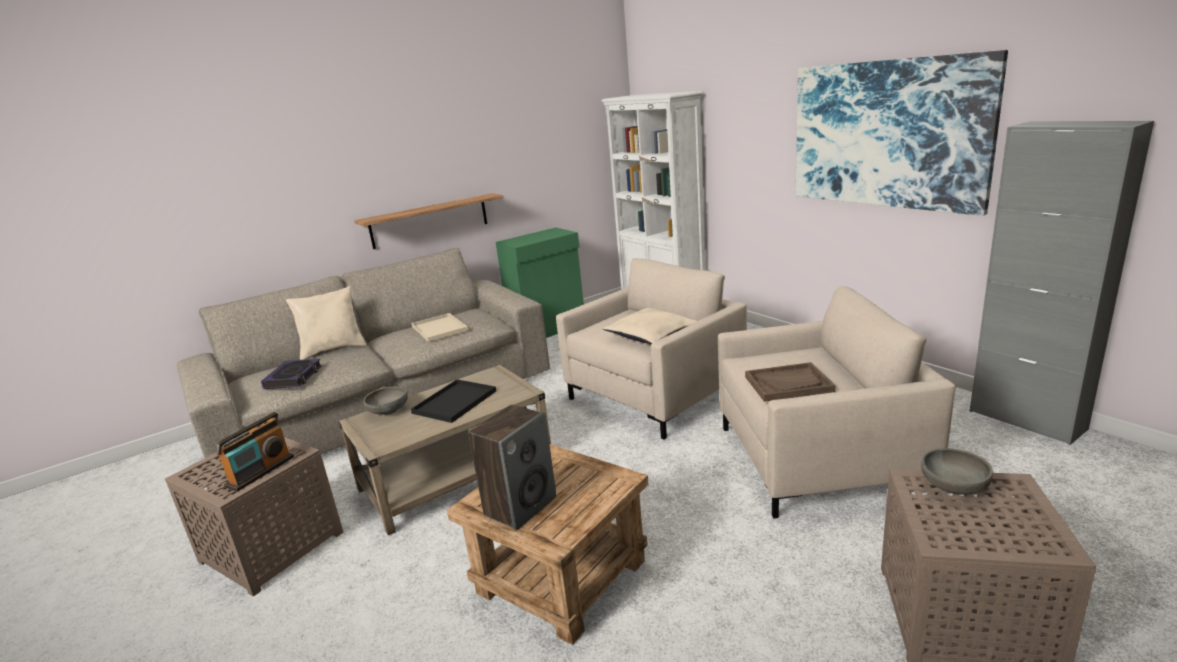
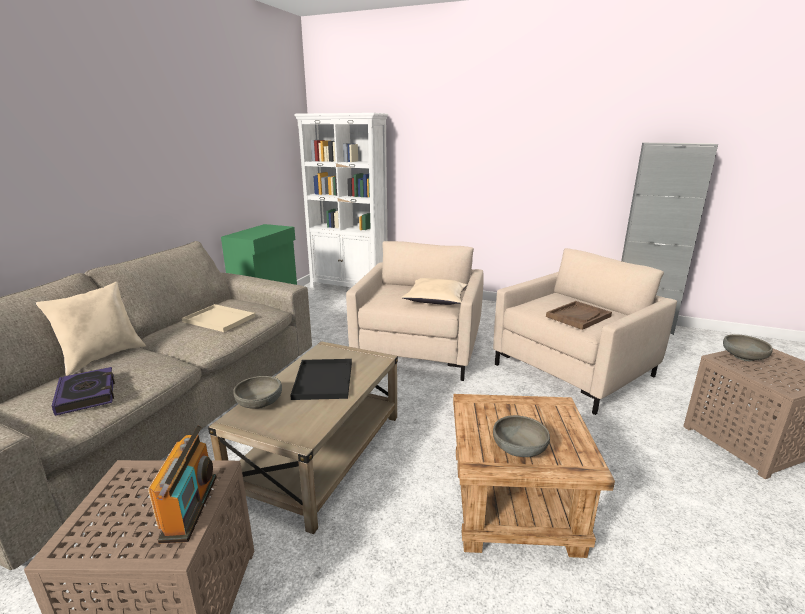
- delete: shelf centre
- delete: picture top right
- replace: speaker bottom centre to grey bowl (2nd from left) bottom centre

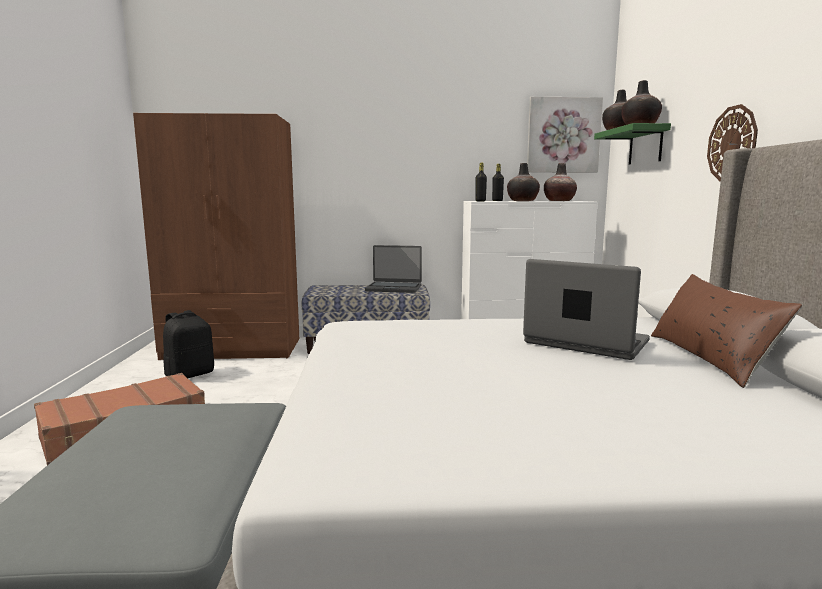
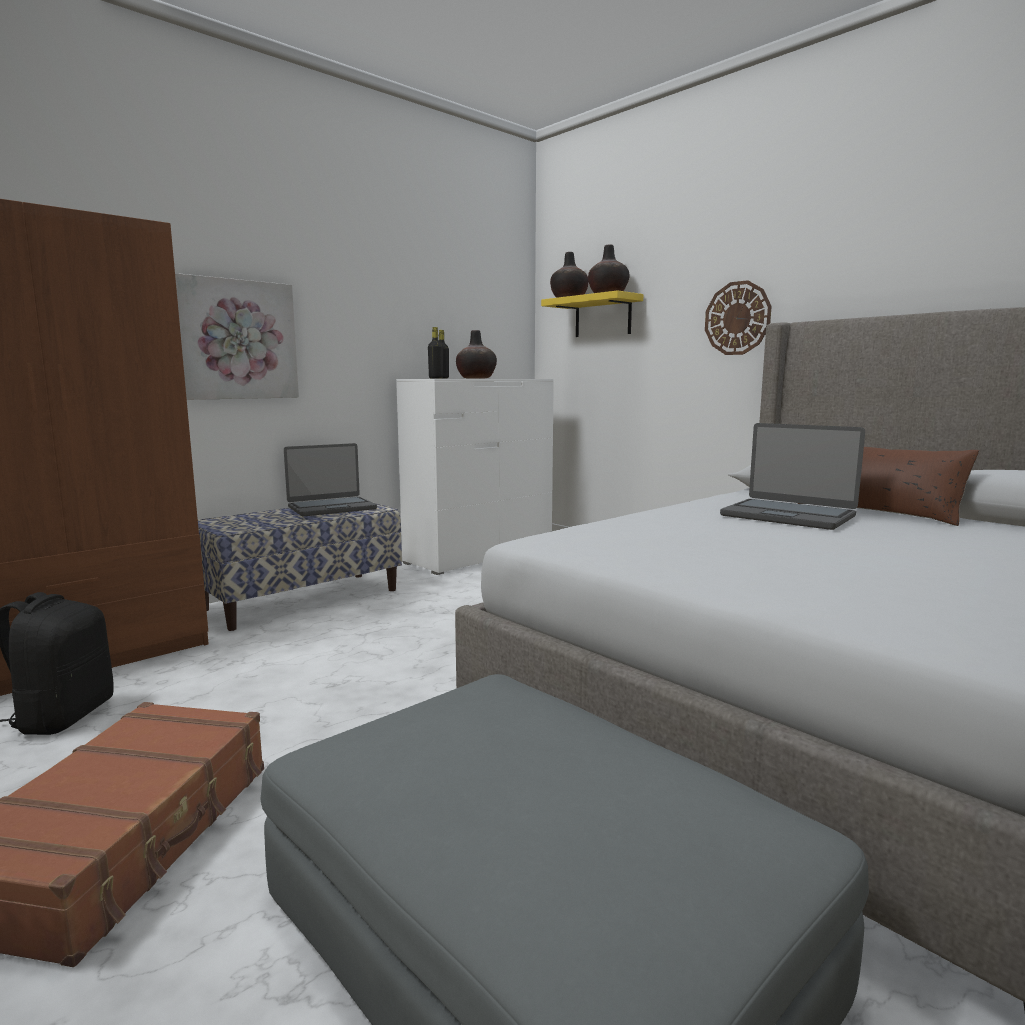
- delete: vase (2nd from left) top right
- move: picture top right to top left
- recolor: green shelf top right to yellow shelf top centre
- rotate: laptop (2nd from left) middle right = middle right 135 degrees counterclockwise

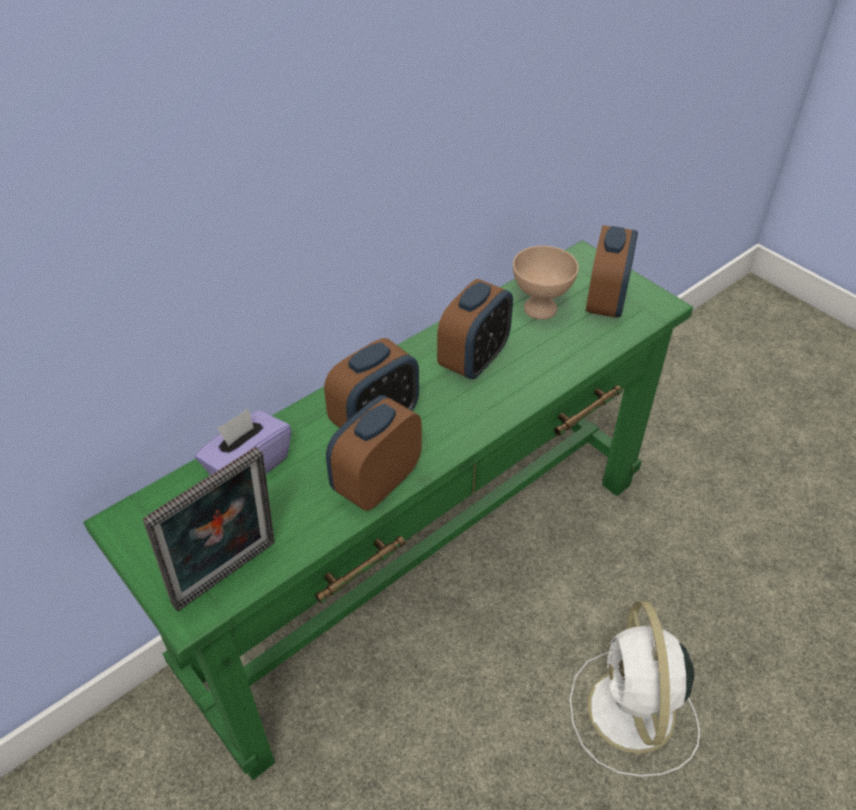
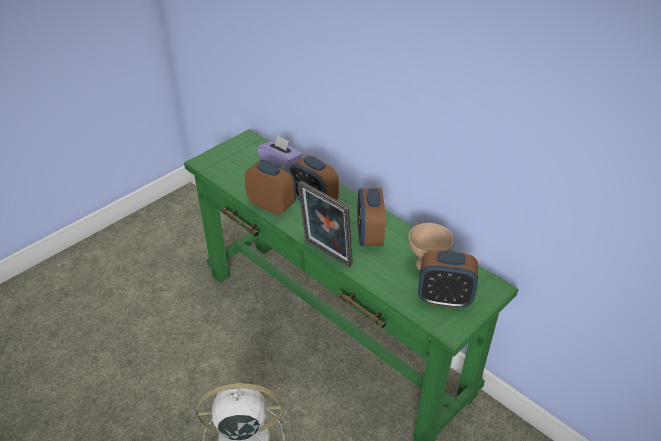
- move: picture frame middle left to centre
- rotate: alarm clock (3rd from left) centre = centre 60 degrees clockwise

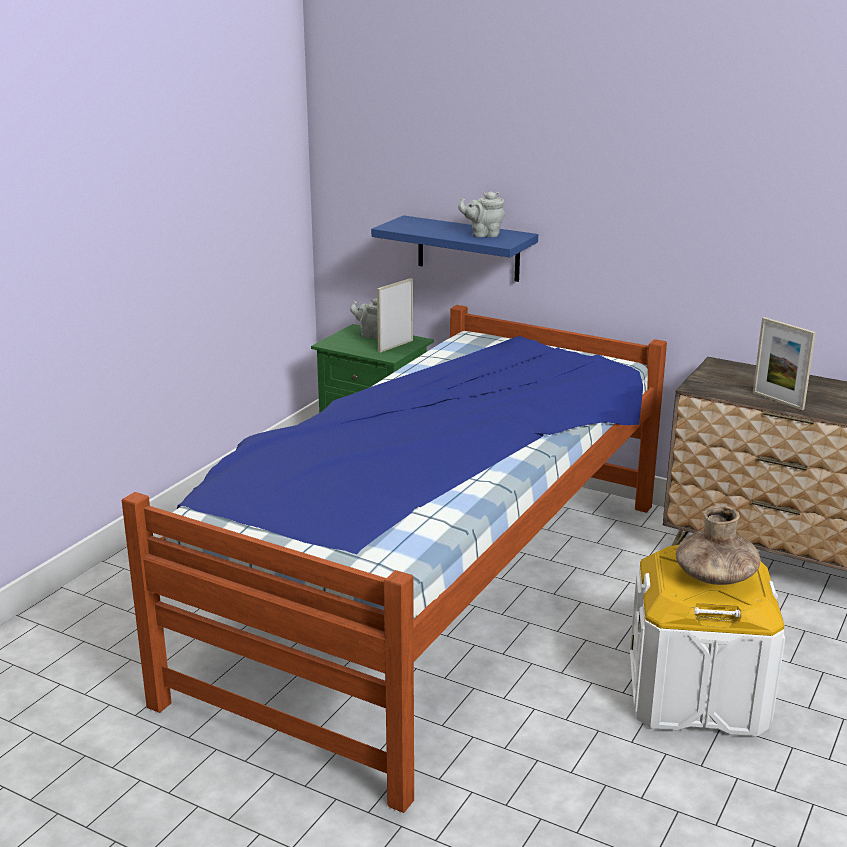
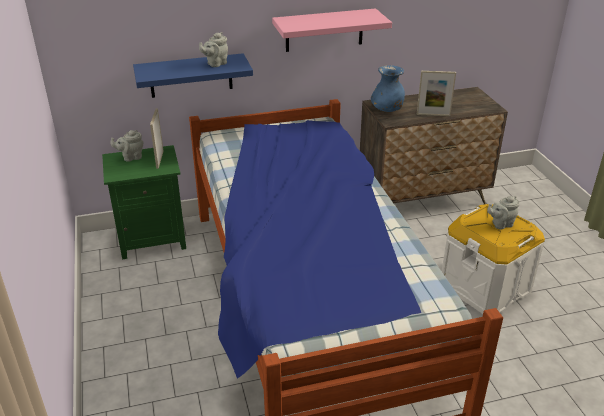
- insert: pink shelf top centre
- insert: blue vase top centre
- replace: brown vase middle right to grey teapot (3rd from left) middle right

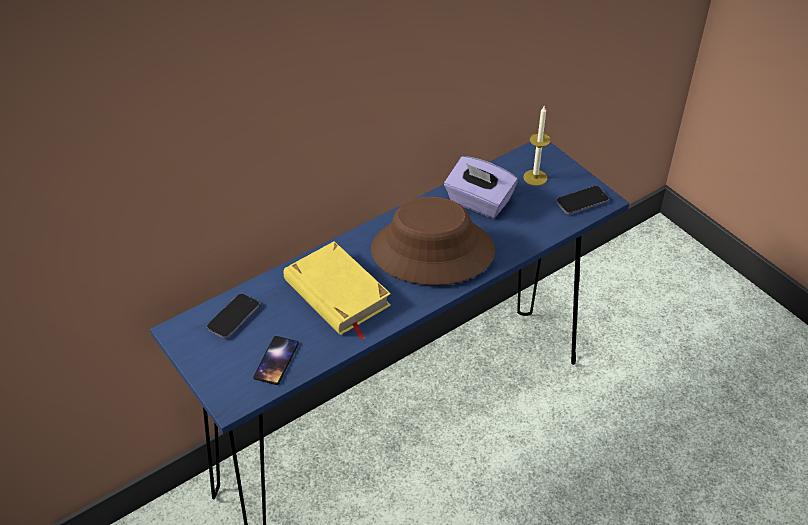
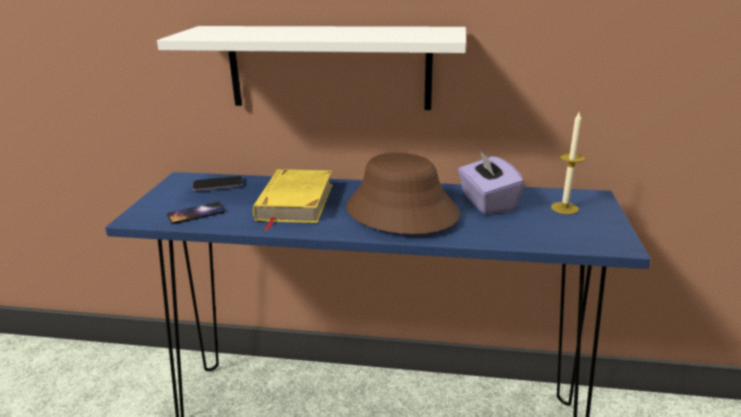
- delete: phone (3rd from left) middle right
- insert: white shelf top centre

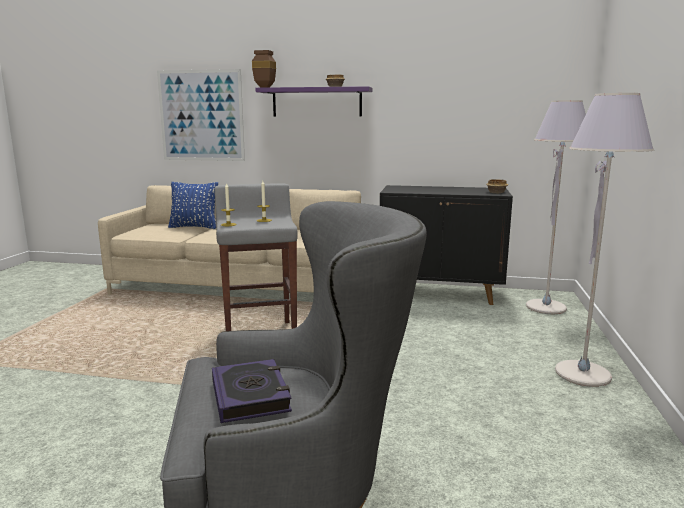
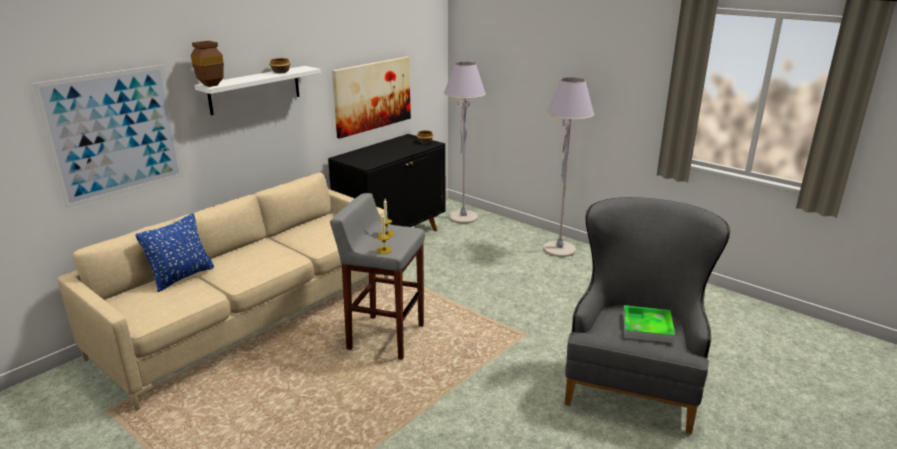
- insert: picture (2nd from left) top centre
- replace: book bottom centre to tray bottom right
- recolor: purple shelf top centre to white shelf top left

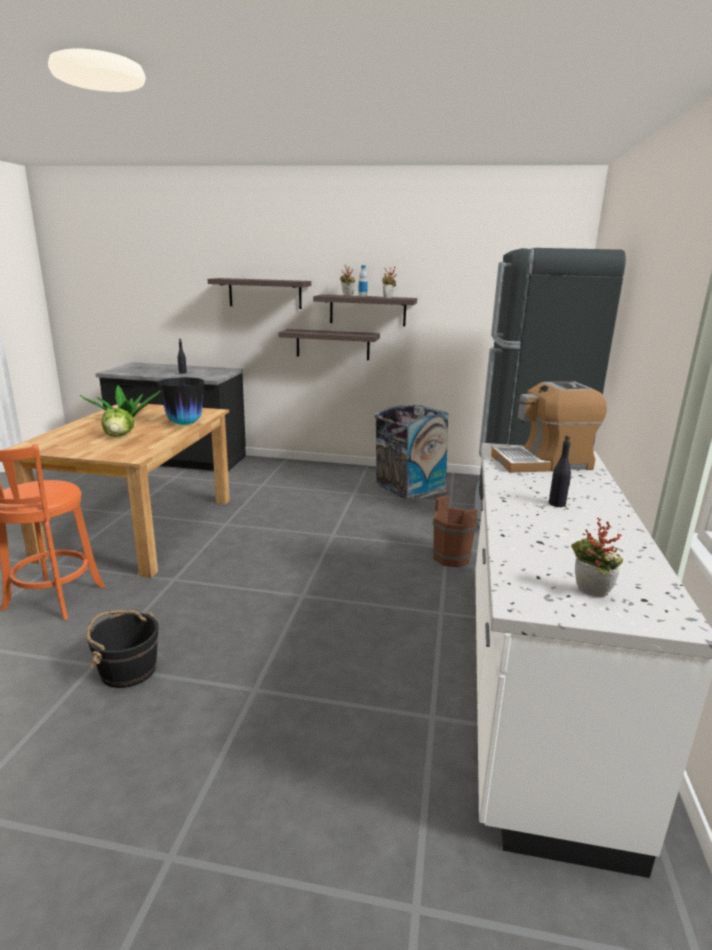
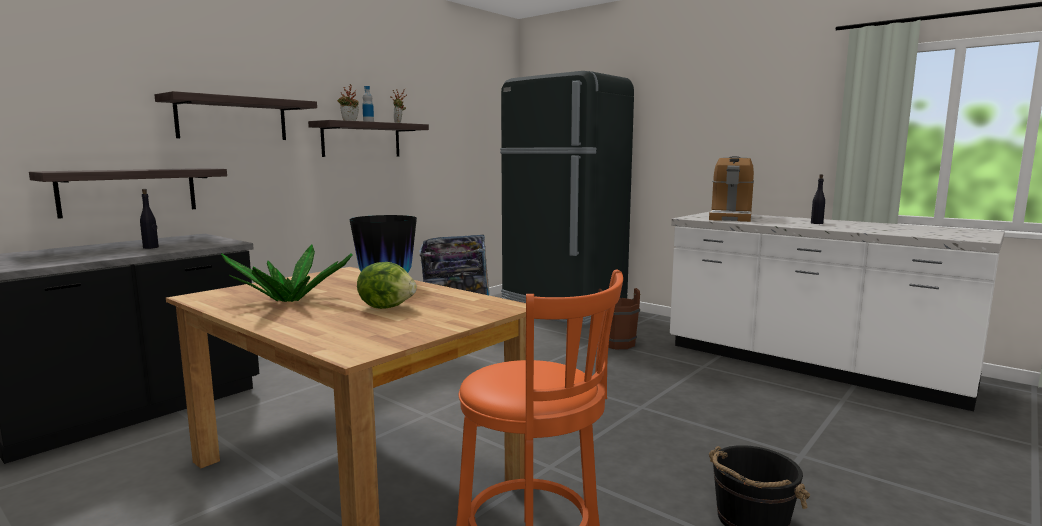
- delete: potted plant (4th from left) middle right
- move: shelf (2nd from left in the first image) centre to shelf (1st from left) middle left

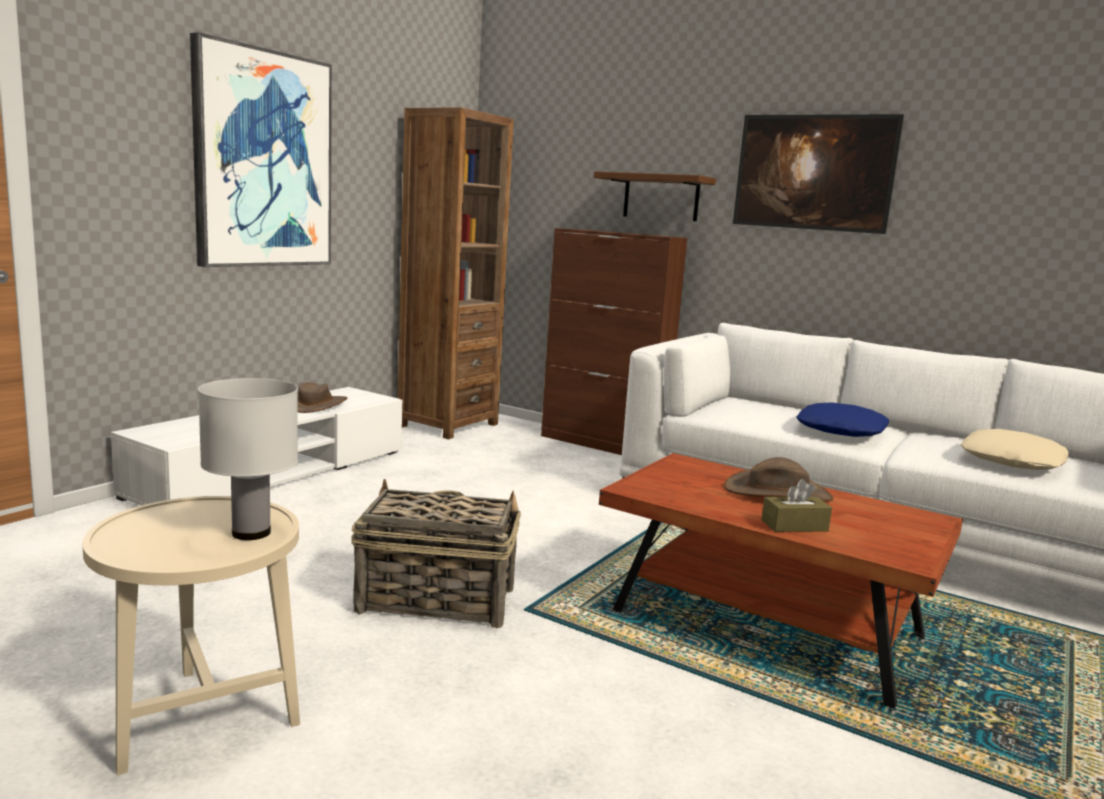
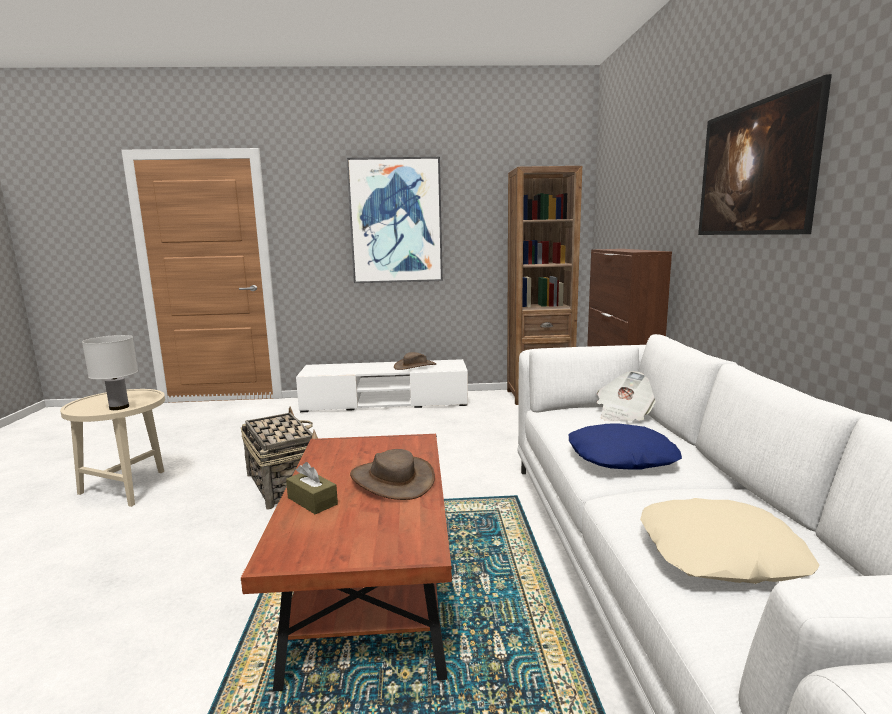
- delete: brown shelf top centre
- insert: newspaper middle right

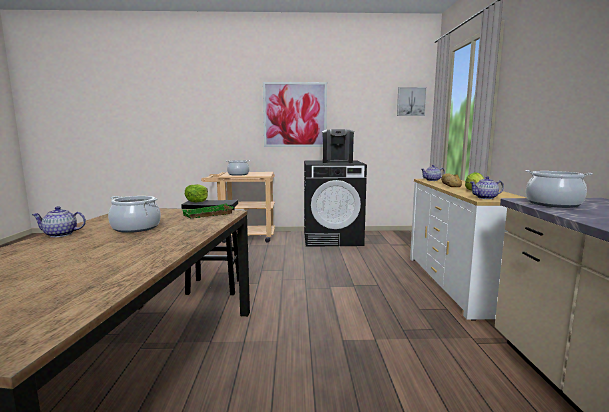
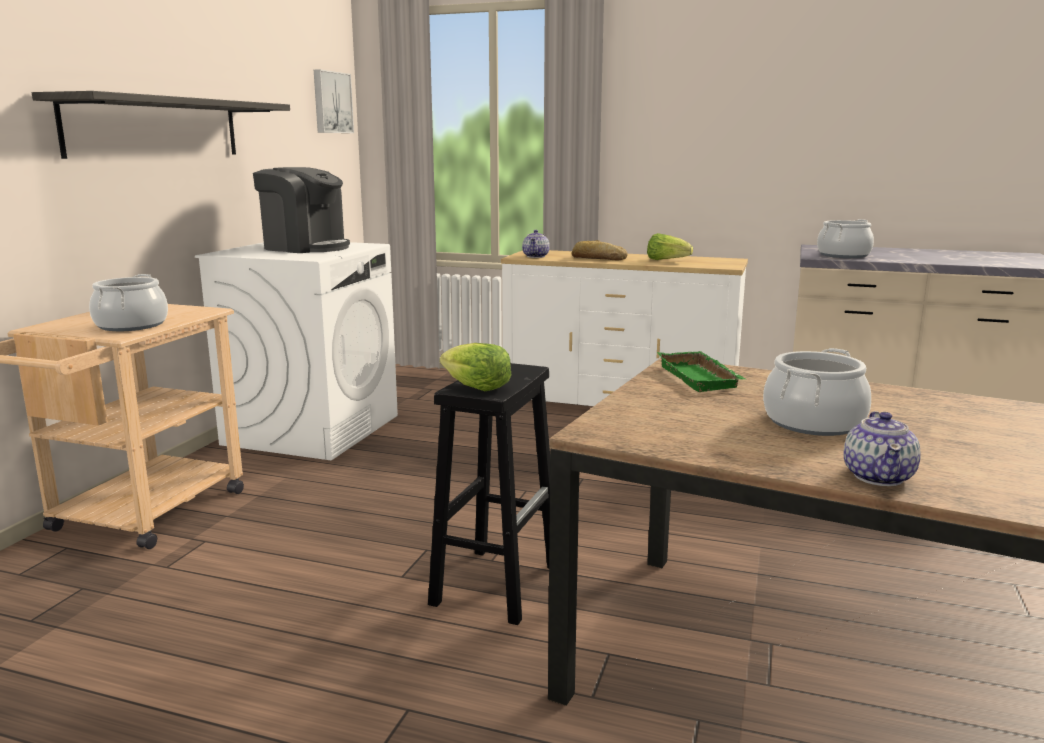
- delete: teapot (3rd from left) middle right
- replace: picture (1st from left) top centre to shelf top left
- recolor: black washing machine centre to white washing machine middle left

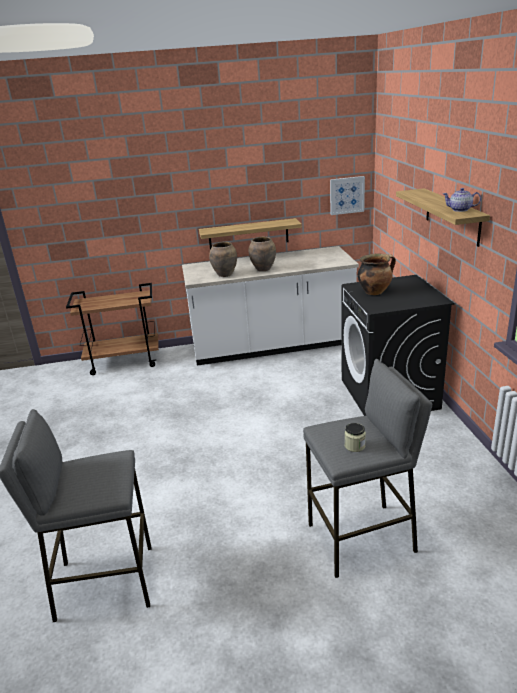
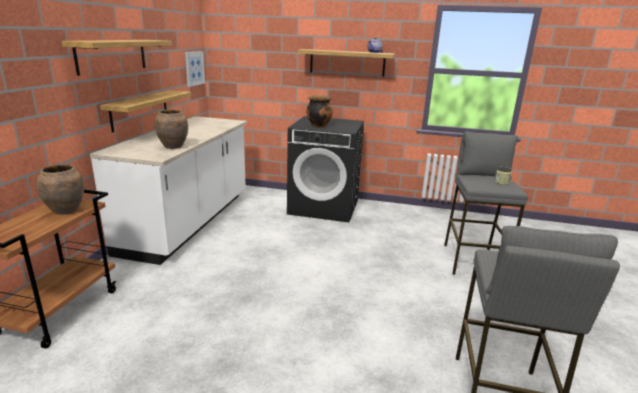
- insert: shelf (1st from left) top left
- move: brown vase (2nd from left in the first image) centre to brown vase (1st from left) middle left

